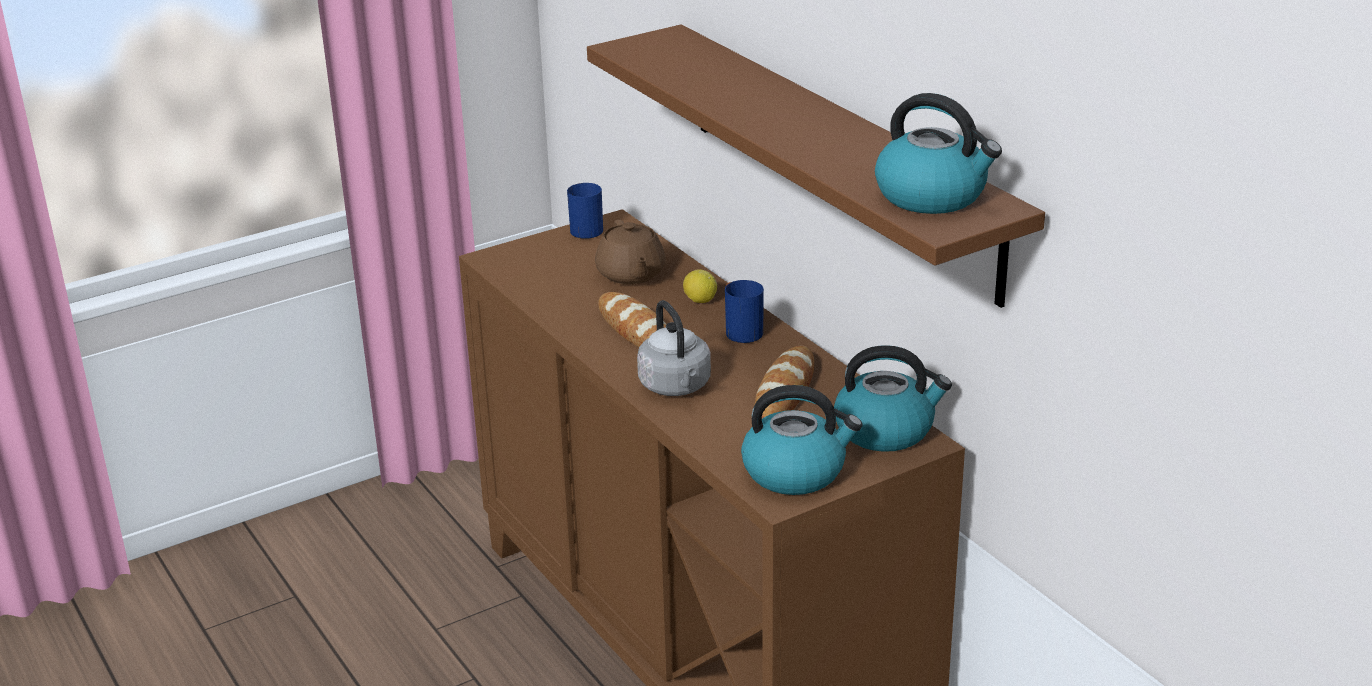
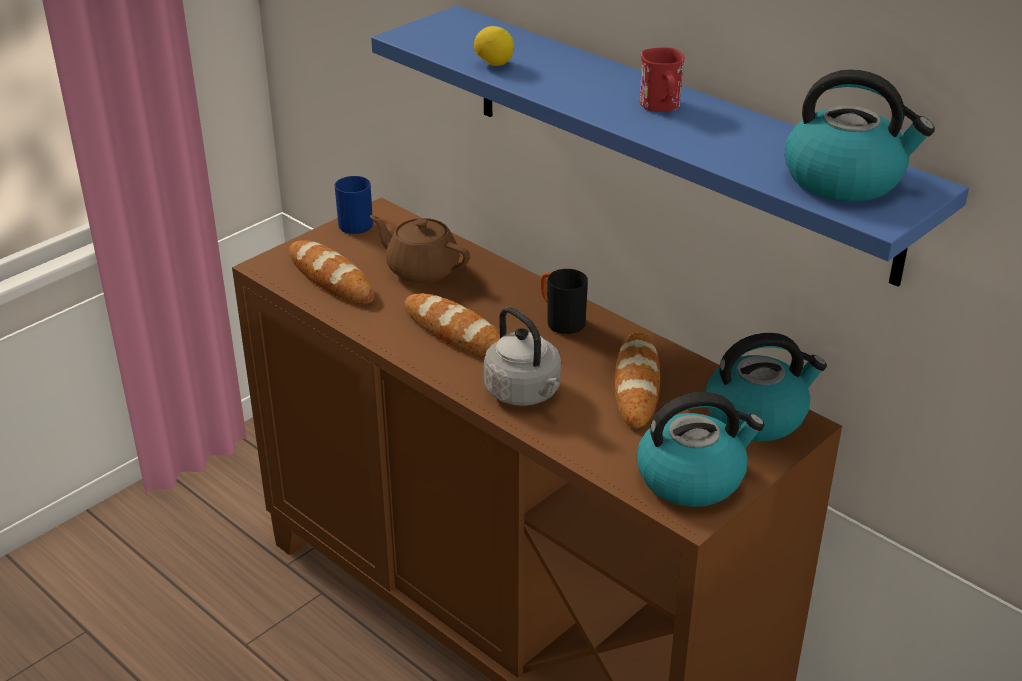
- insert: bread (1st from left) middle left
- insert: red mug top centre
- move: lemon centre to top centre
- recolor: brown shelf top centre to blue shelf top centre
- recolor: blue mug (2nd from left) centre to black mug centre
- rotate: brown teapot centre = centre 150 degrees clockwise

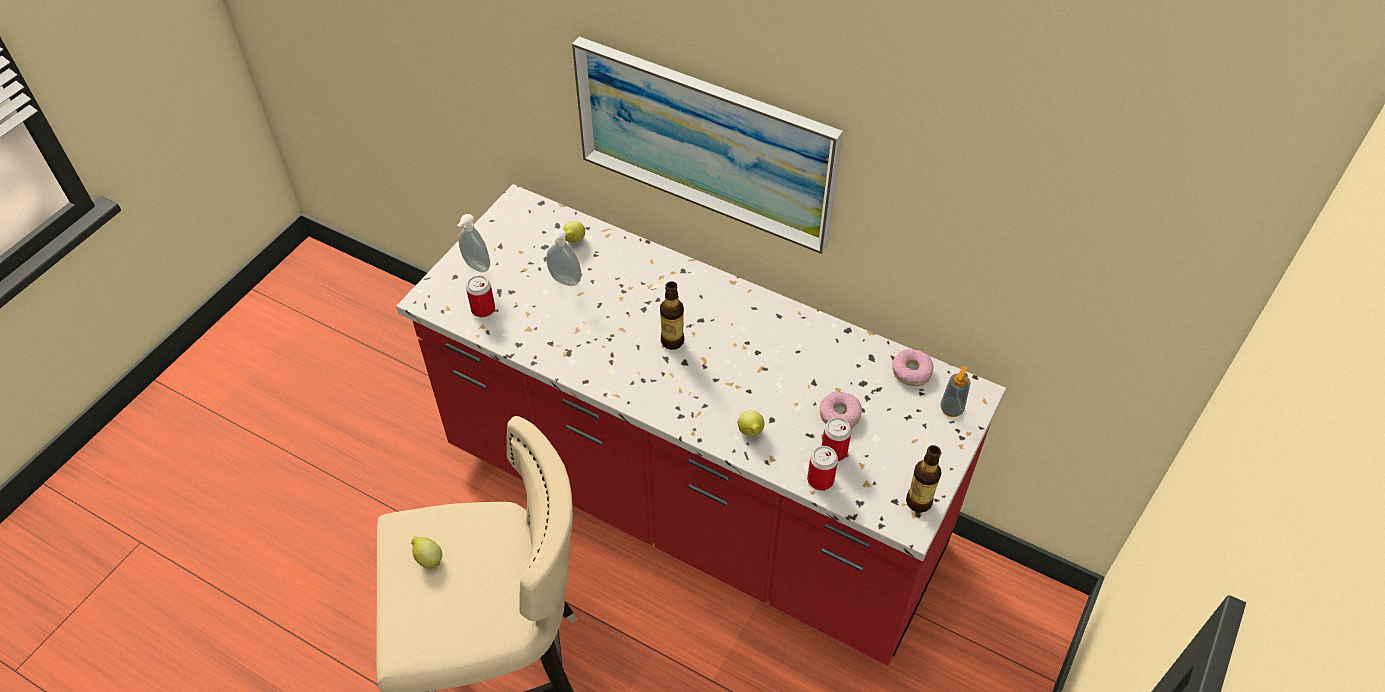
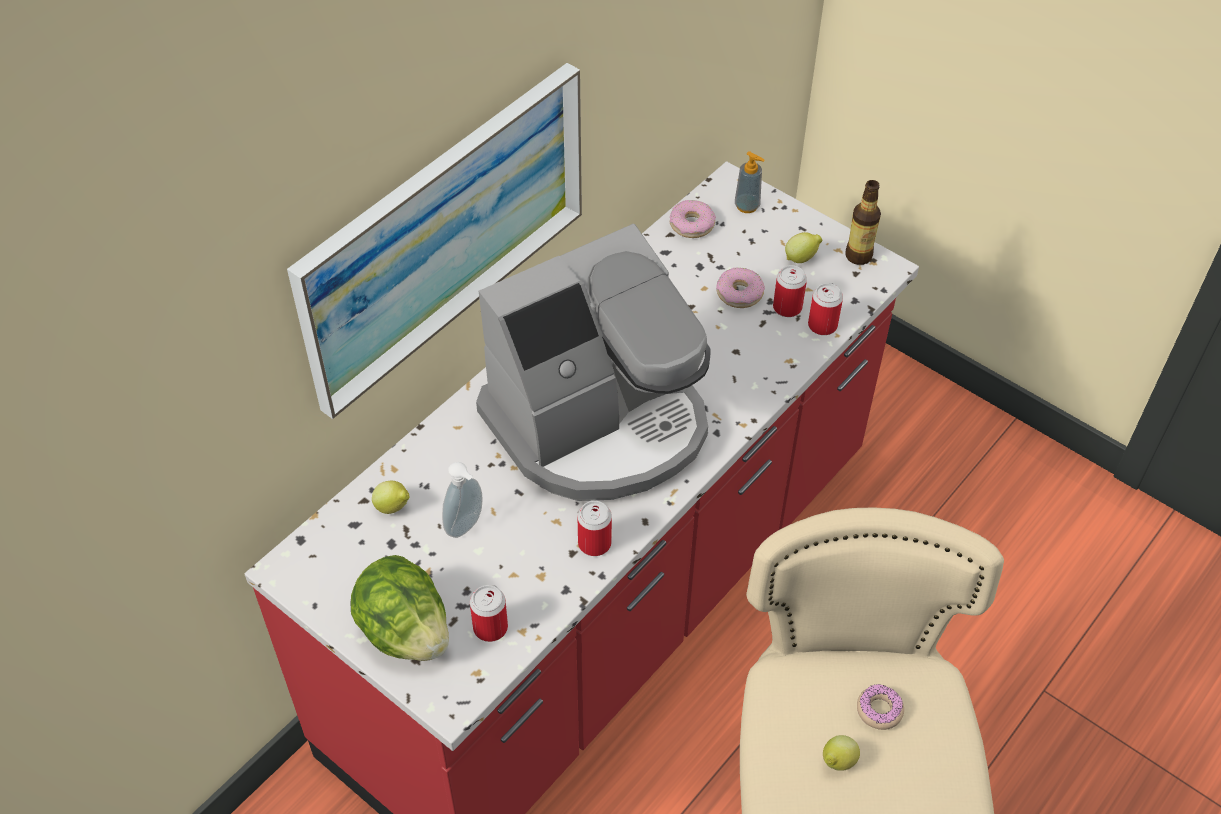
- insert: can (2nd from left) centre
- insert: donut (3rd from left) bottom right
- move: lemon (3rd from left in the first image) centre to lemon (2nd from left) top centre
- replace: soap dispenser (1st from left) centre to lettuce bottom left
- replace: bottle (1st from left) centre to coffee machine centre

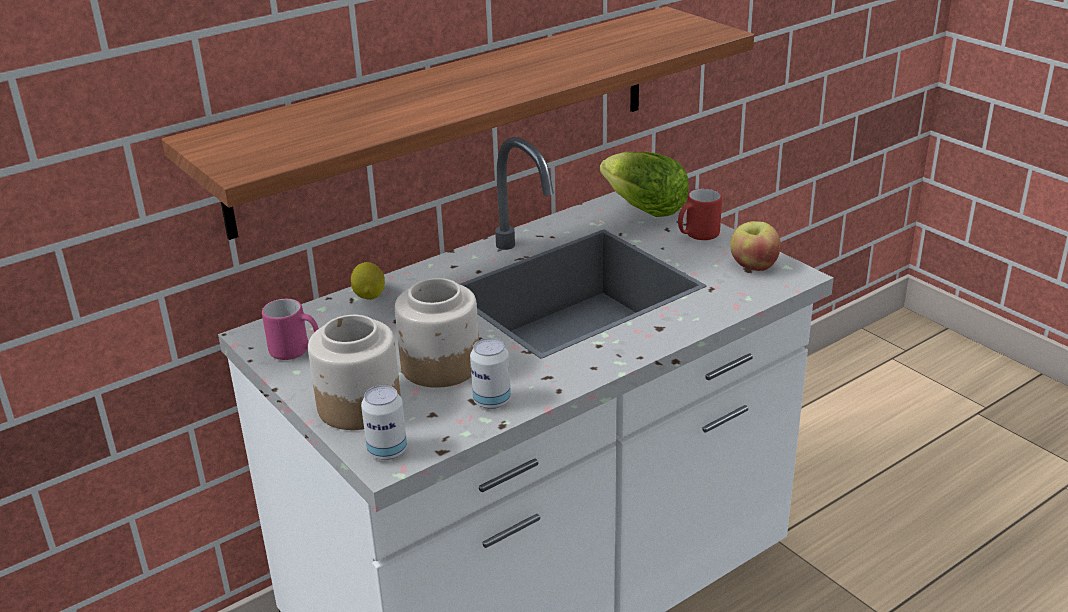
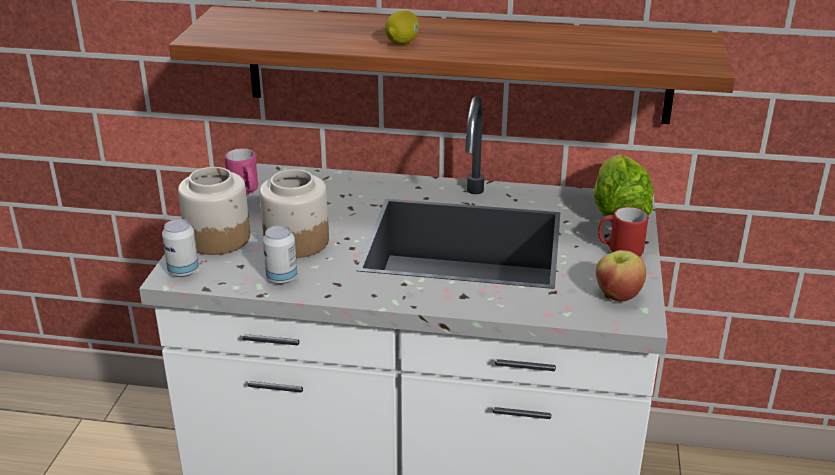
- move: lemon centre to top centre

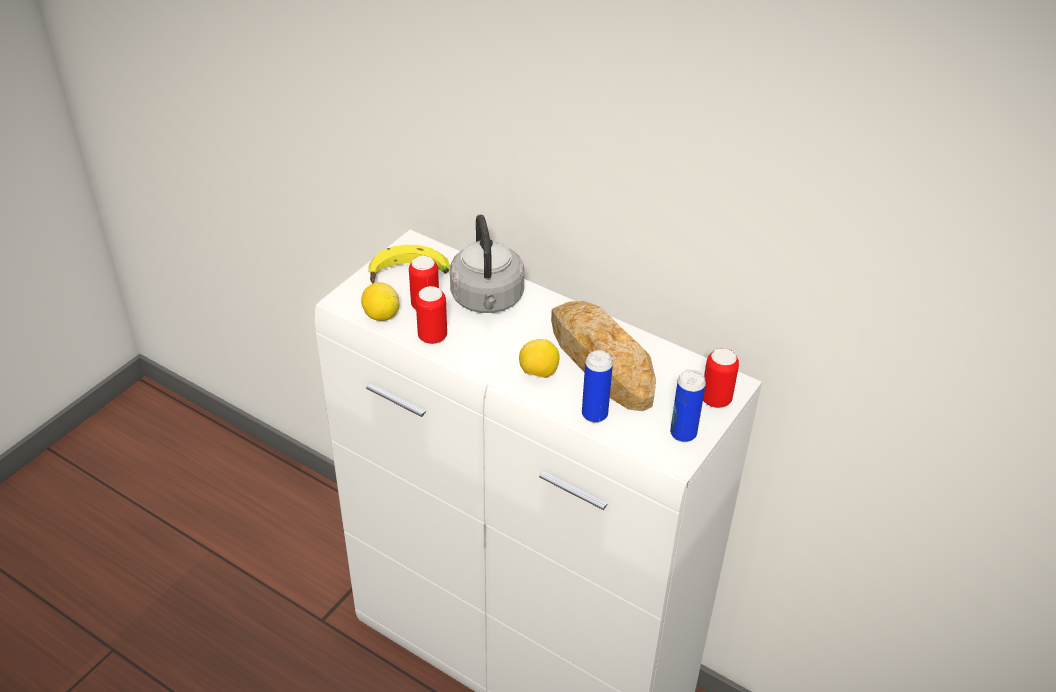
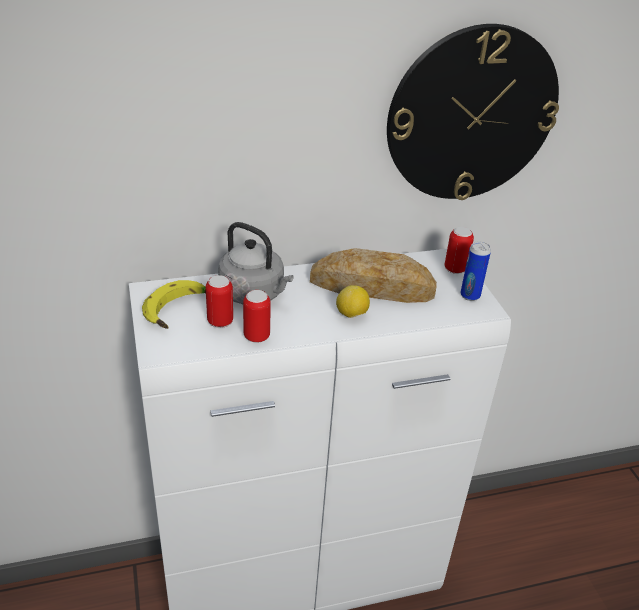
- delete: lemon (1st from left) centre
- delete: can (3rd from left) centre
- insert: wall clock top right

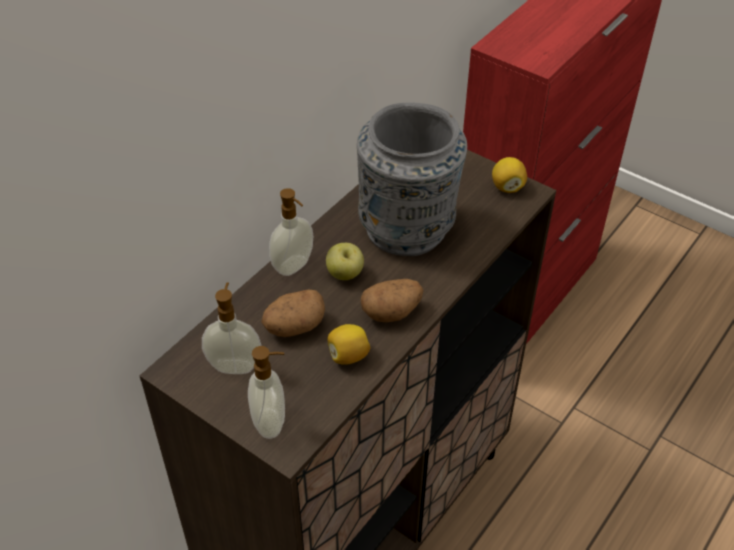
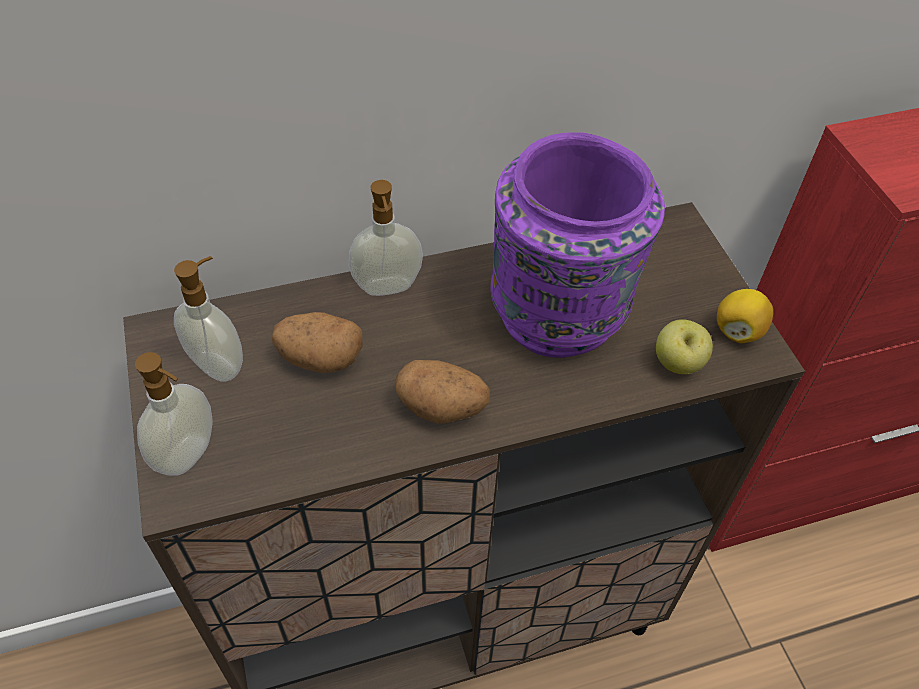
- delete: lemon (1st from left) centre
- move: apple centre to middle right
- recolor: grey vase top centre to purple vase centre

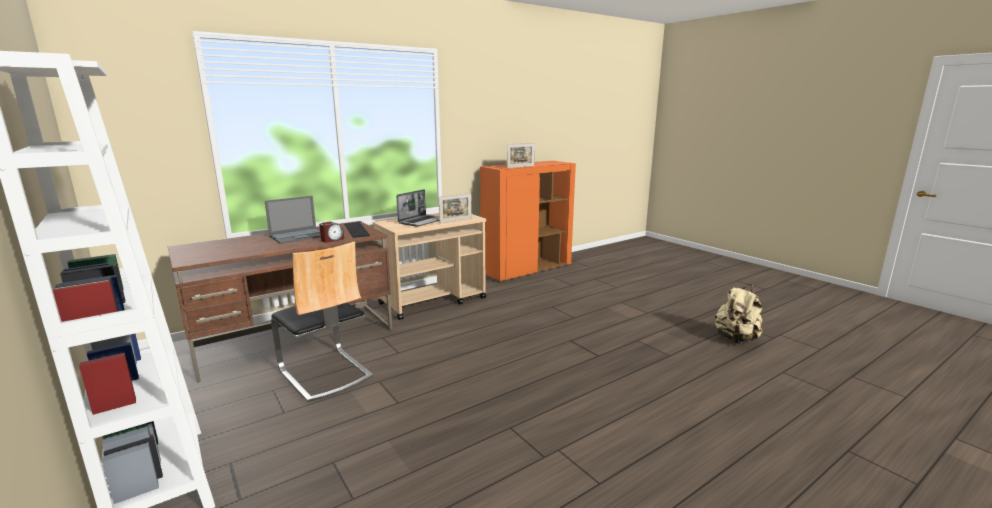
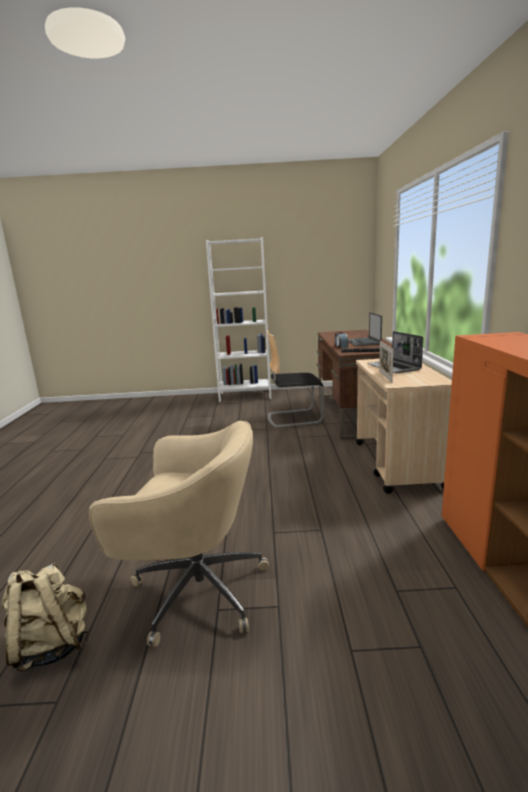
- delete: picture frame (2nd from left) top centre
- insert: beige office chair bottom centre

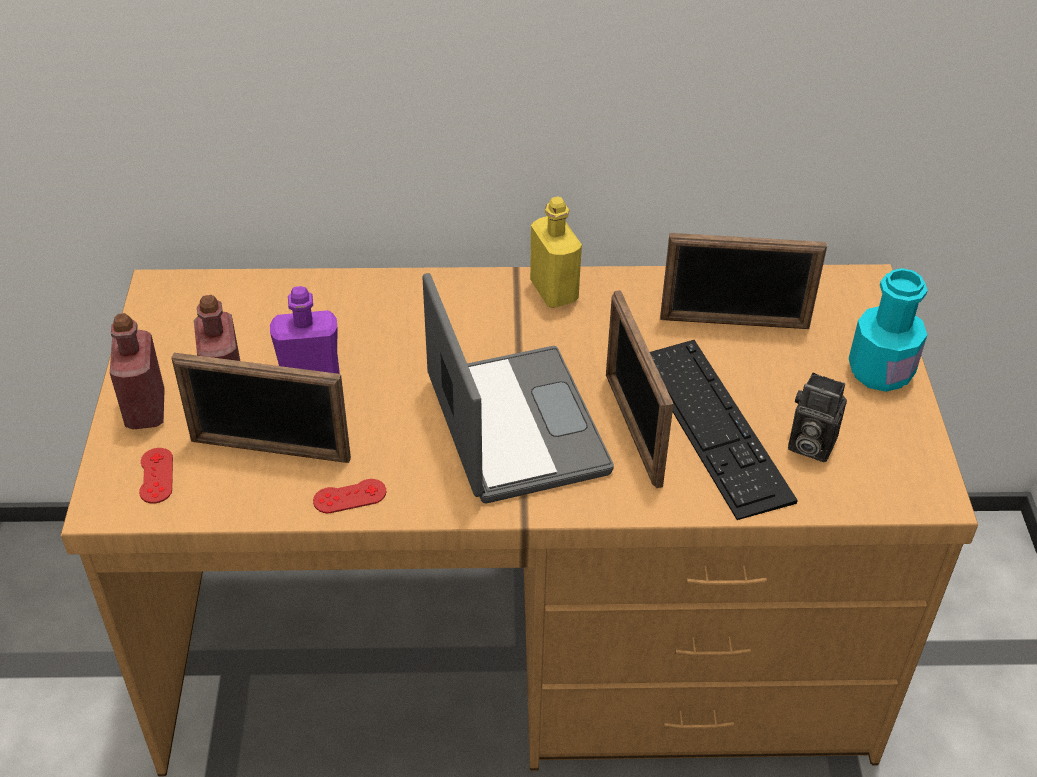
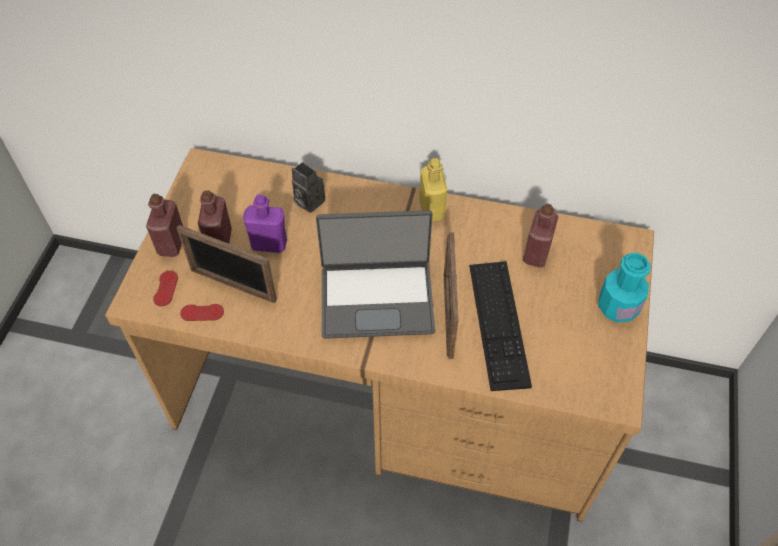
- move: red game controller (2nd from left) centre to middle left
- move: photo camera middle right to centre
- replace: picture frame (3rd from left) middle right to red bottle (3rd from left) middle right
- rotate: laptop centre = centre 90 degrees clockwise

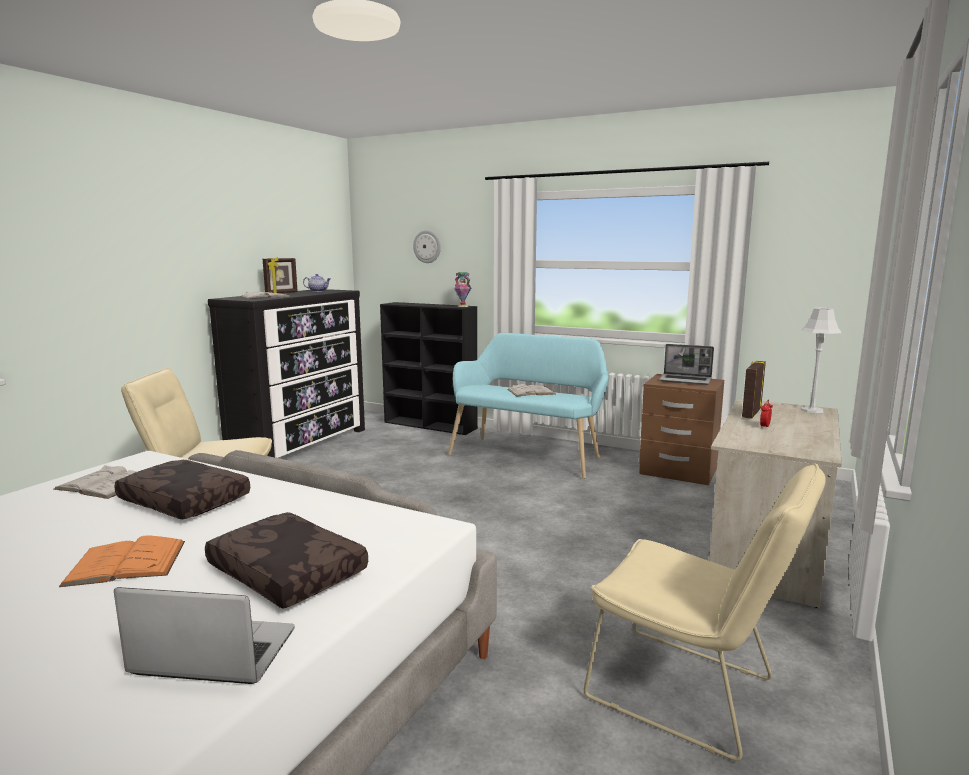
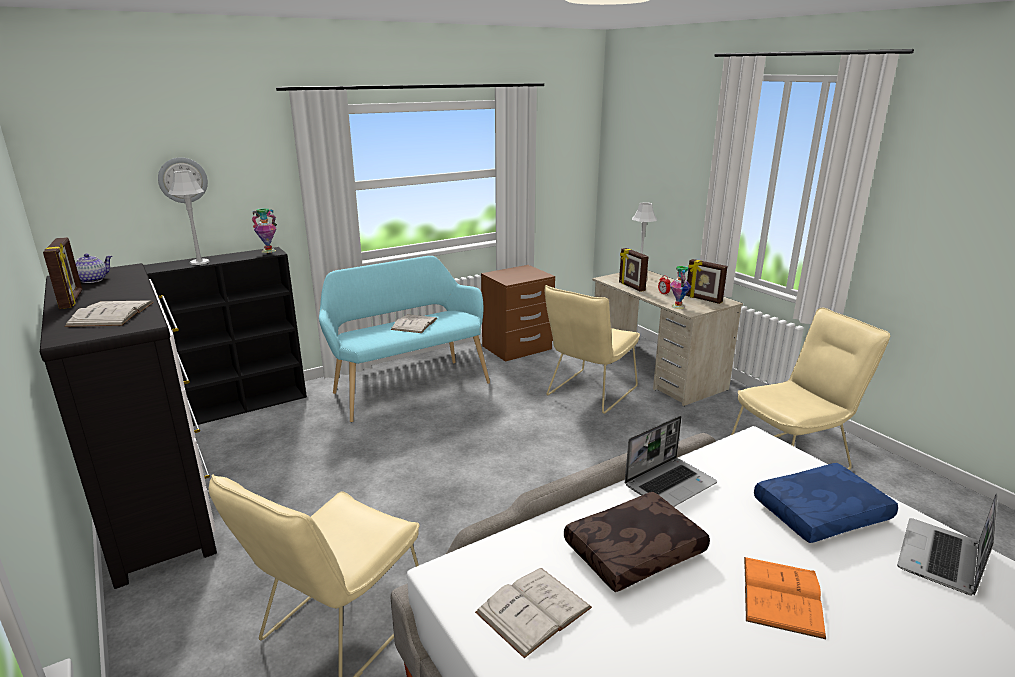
- insert: grey table lamp (1st from left) top left
- insert: beige chair (2nd from left) centre
- insert: vase (2nd from left) middle right
- insert: picture frame (3rd from left) middle right
- move: laptop (2nd from left in the first image) middle right to laptop (1st from left) bottom centre
- recolor: brown pillow (2nd from left) bottom left to blue pillow bottom right

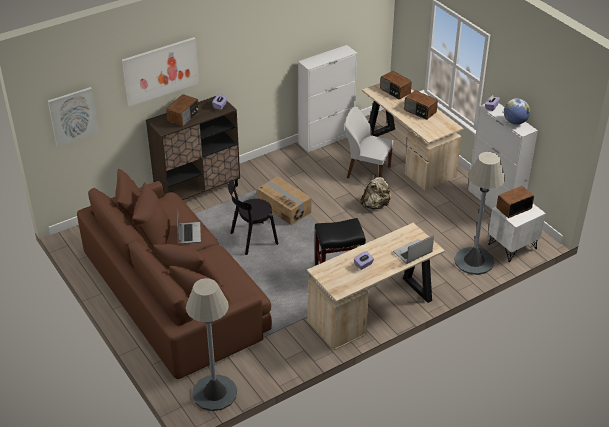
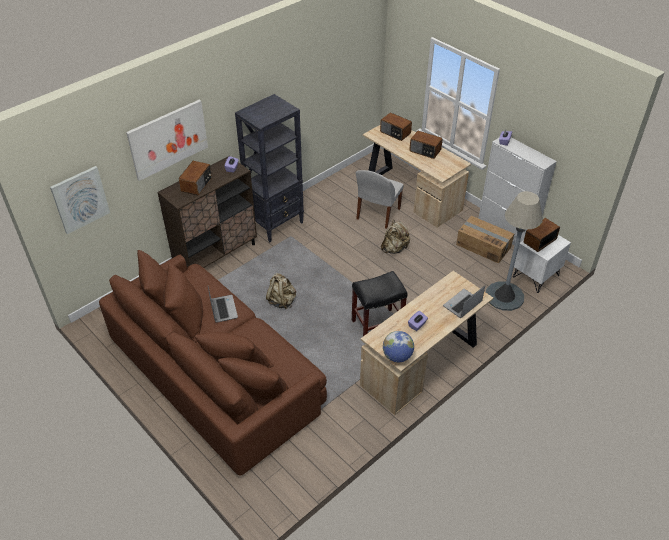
- delete: grey floor lamp (1st from left) bottom centre
- delete: white cabinet (1st from left) top centre
- insert: black bookcase top centre
- move: cardboard box centre to middle right
- move: globe top right to centre
- replace: black chair centre to beige backpack (1st from left) centre
- rotate: white chair top centre = centre 75 degrees counterclockwise

